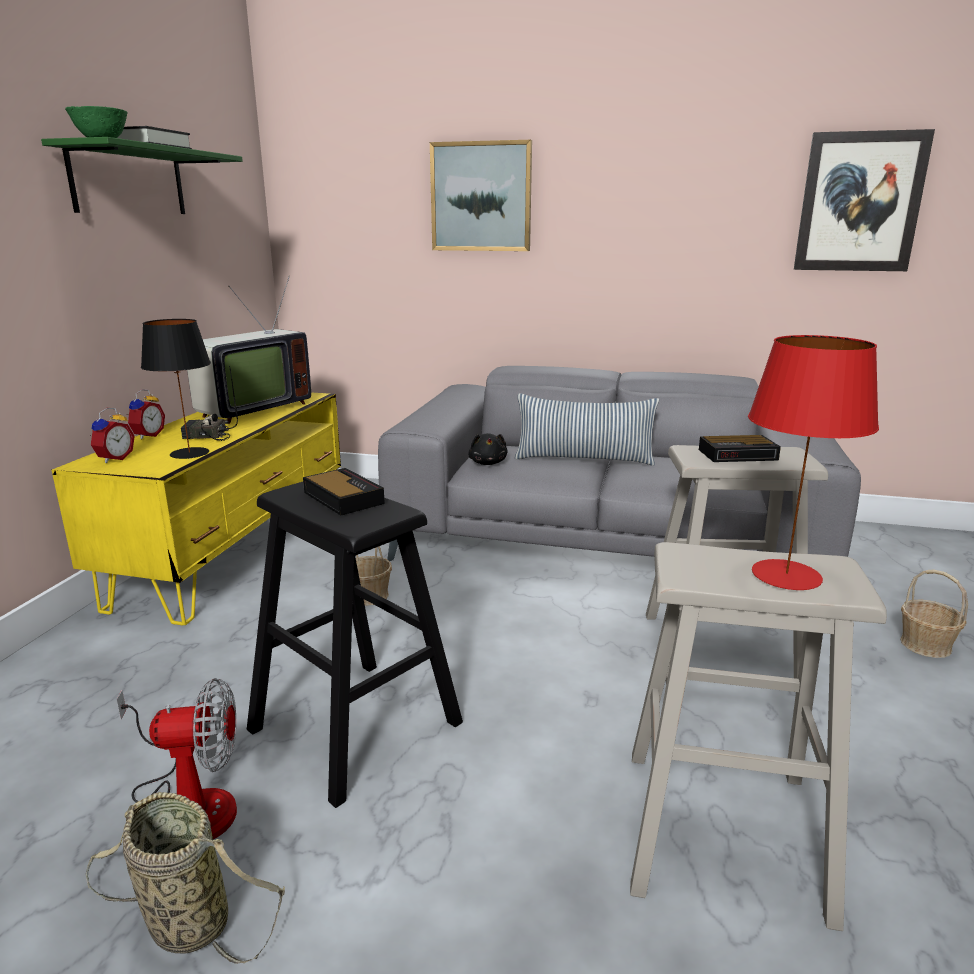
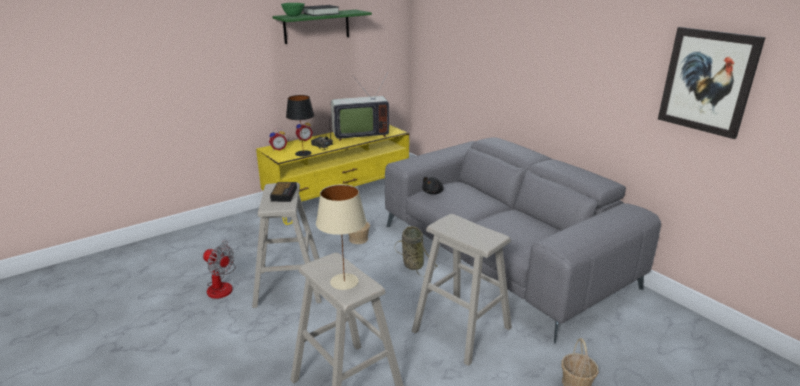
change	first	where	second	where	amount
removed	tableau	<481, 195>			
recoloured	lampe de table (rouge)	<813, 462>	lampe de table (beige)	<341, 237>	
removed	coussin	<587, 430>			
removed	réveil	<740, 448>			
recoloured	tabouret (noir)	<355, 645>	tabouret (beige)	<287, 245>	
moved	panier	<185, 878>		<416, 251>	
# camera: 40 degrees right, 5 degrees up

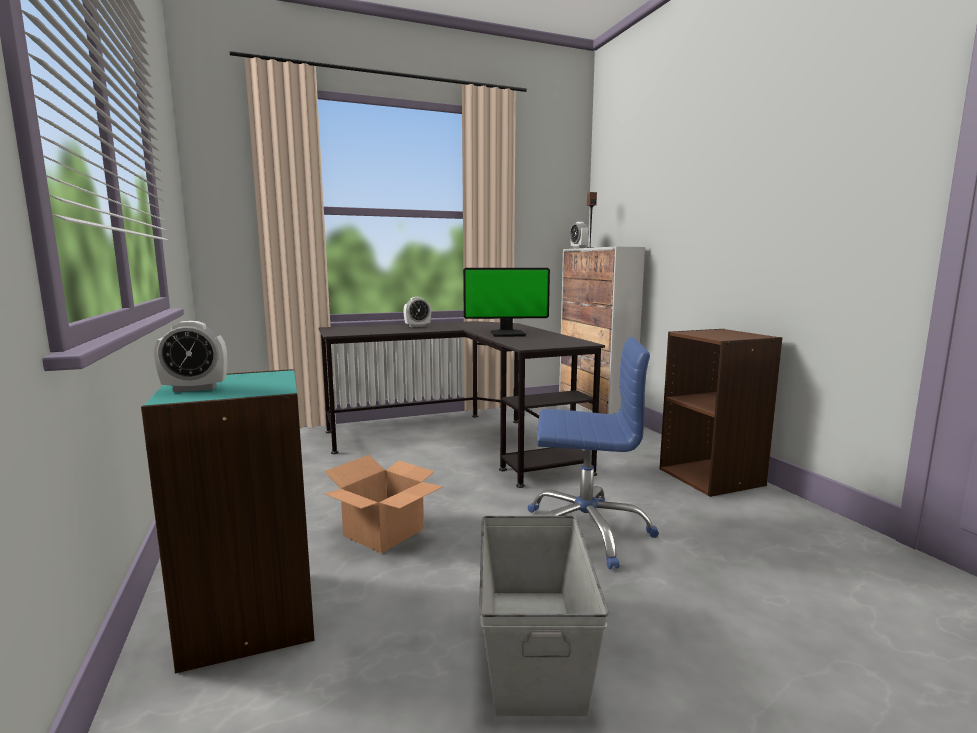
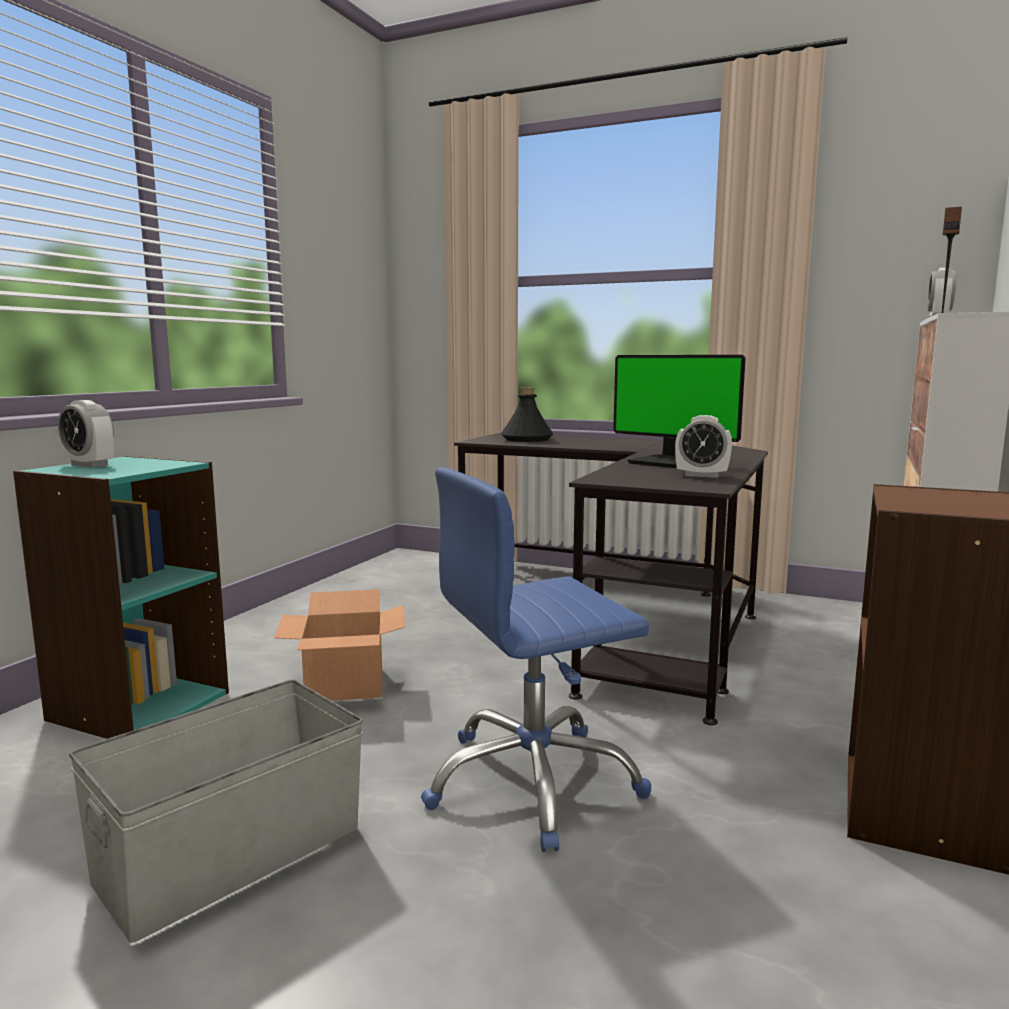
change	first	where	second	where	amount
moved	réveil	<417, 312>		<703, 446>	
turned	chaise de bureau (bleu)	<593, 453>		<536, 659>	105 degrees clockwise
added			bouteille (noir)	<527, 414>	
# camera: 45 degrees right, 0 degrees up

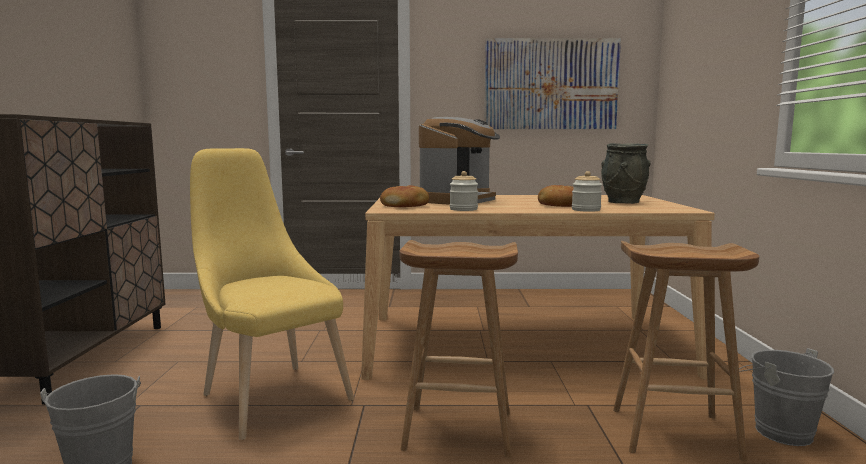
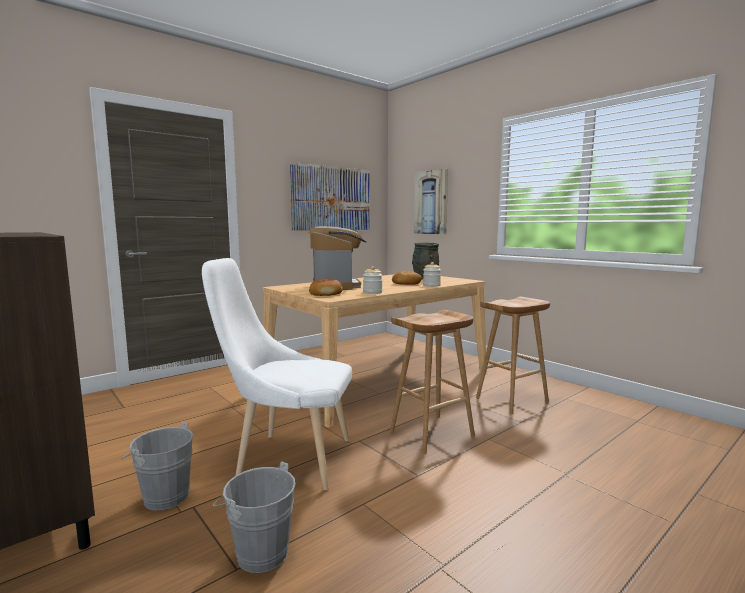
change	first	where	second	where	amount
recoloured	chaise (jaune)	<272, 294>	chaise (blanc)	<277, 374>	
moved	seau (gris)	<786, 397>		<157, 466>	
added			tableau	<431, 201>	
# camera: 40 degrees left, 0 degrees up

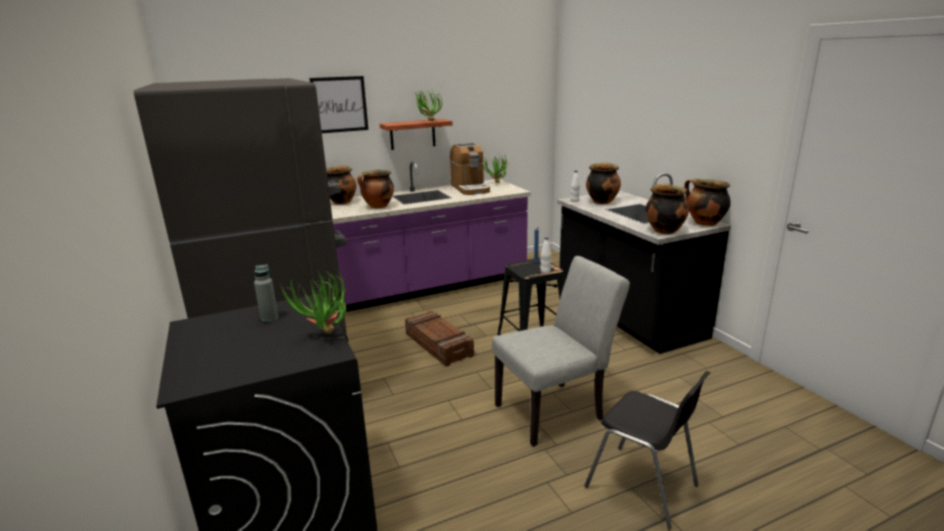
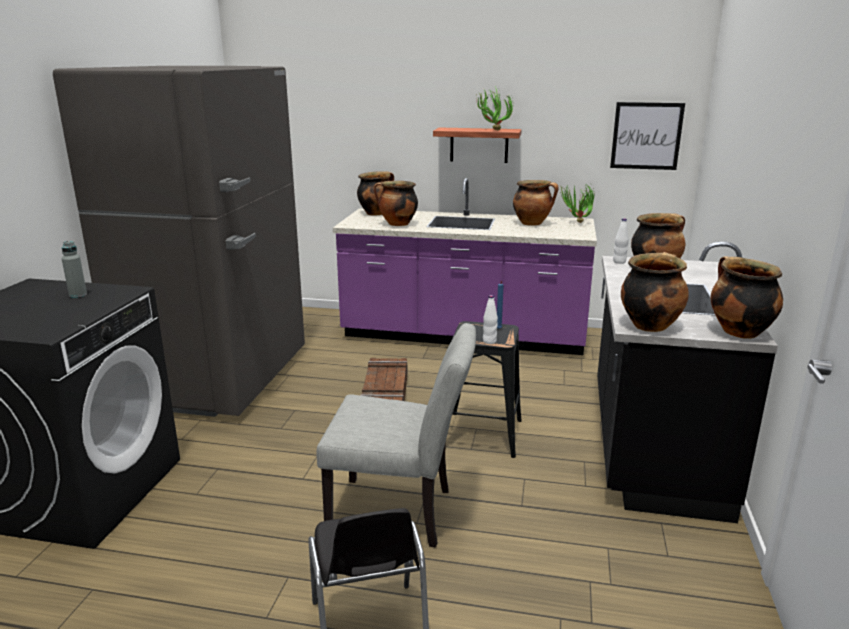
change	first	where	second	where	amount
moved	tableau	<338, 104>		<647, 136>	
replaced	machine à café	<470, 169>	marmite	<536, 203>	
removed	plante en pot	<313, 302>			
# camera: 35 degrees right, 0 degrees up

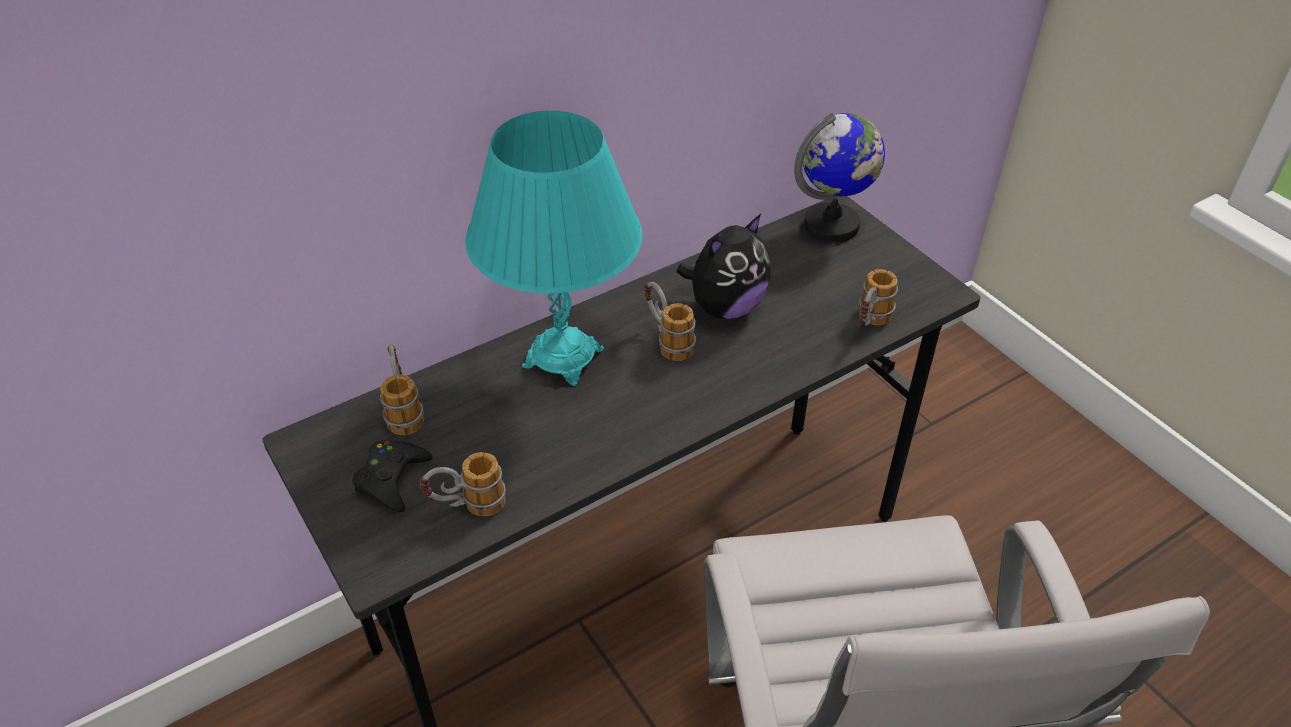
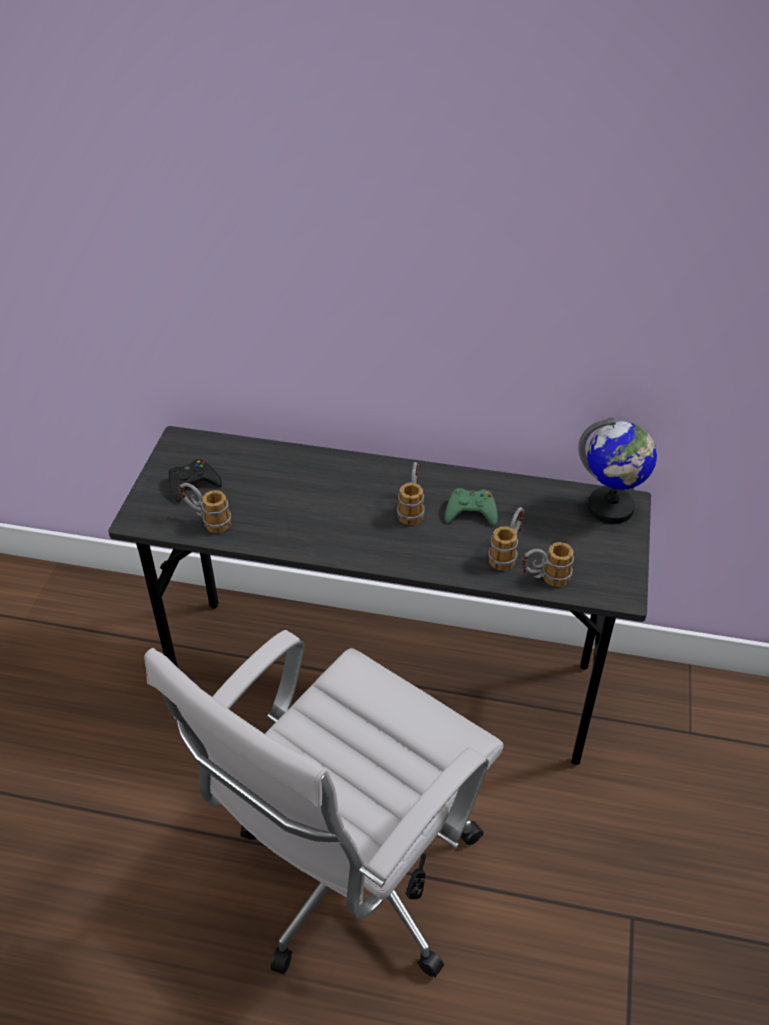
change	first	where	second	where	amount
removed	lampe de table (turquoise)	<553, 248>			
replaced	peluche	<724, 266>	manette (vert)	<471, 507>	
moved	mug	<402, 390>		<506, 538>	
# camera: 45 degrees right, 0 degrees up

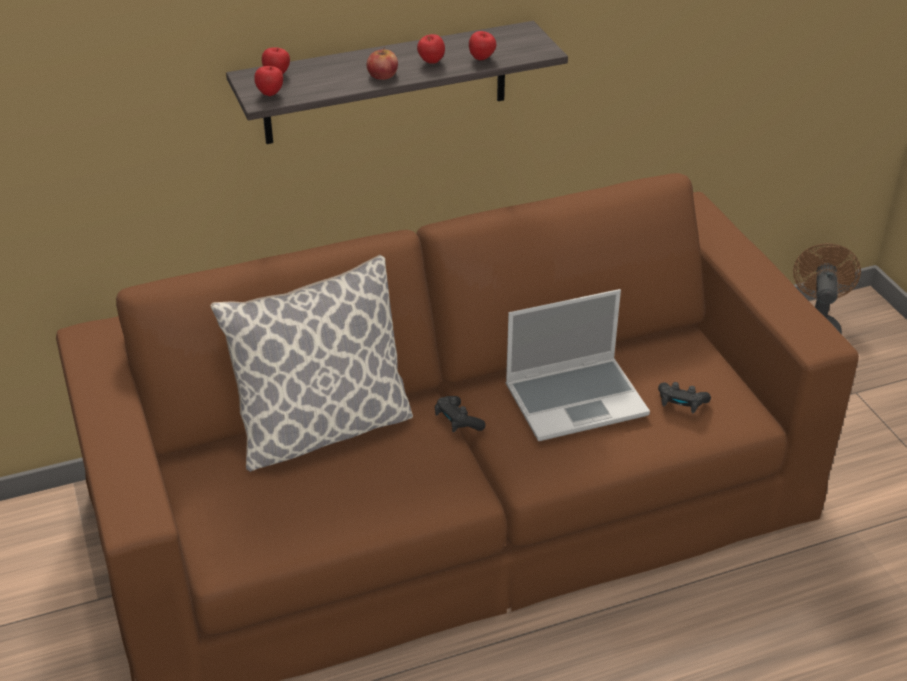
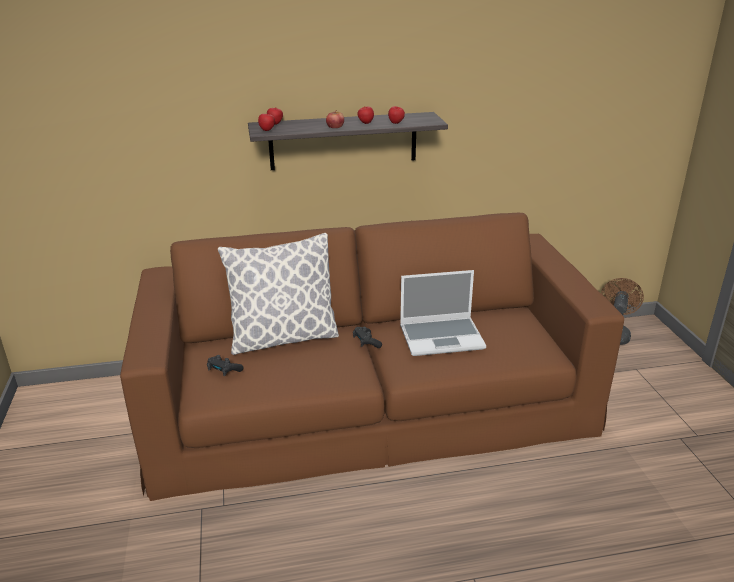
change	first	where	second	where	amount
moved	manette (noir)	<684, 397>		<225, 365>	
# camera: 10 degrees right, 10 degrees down

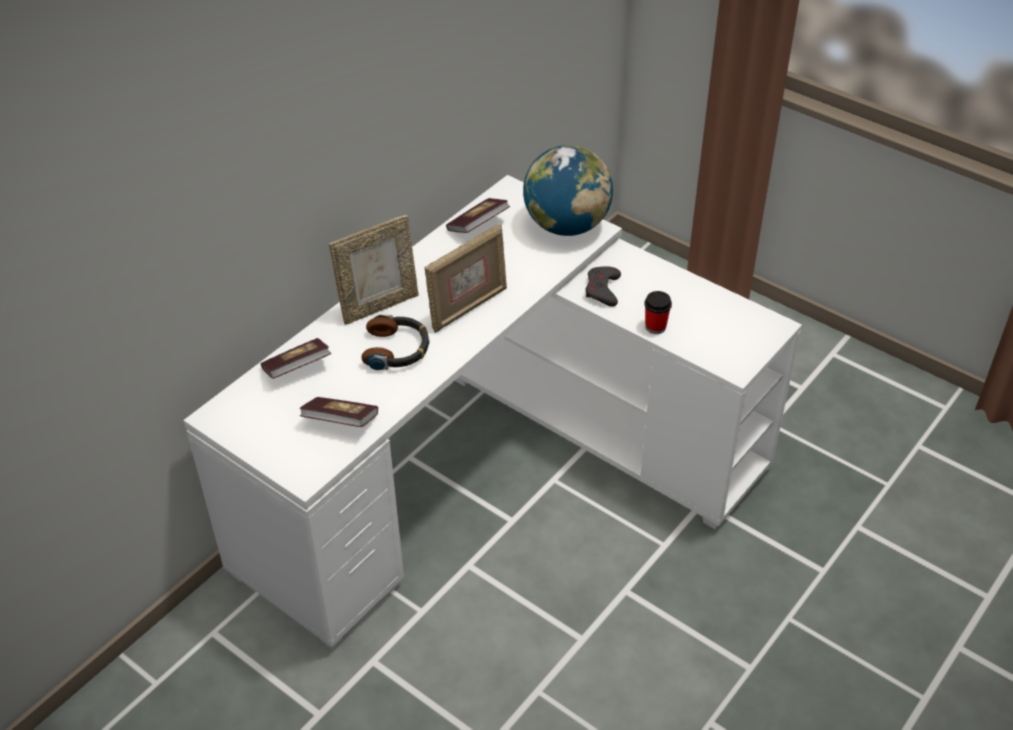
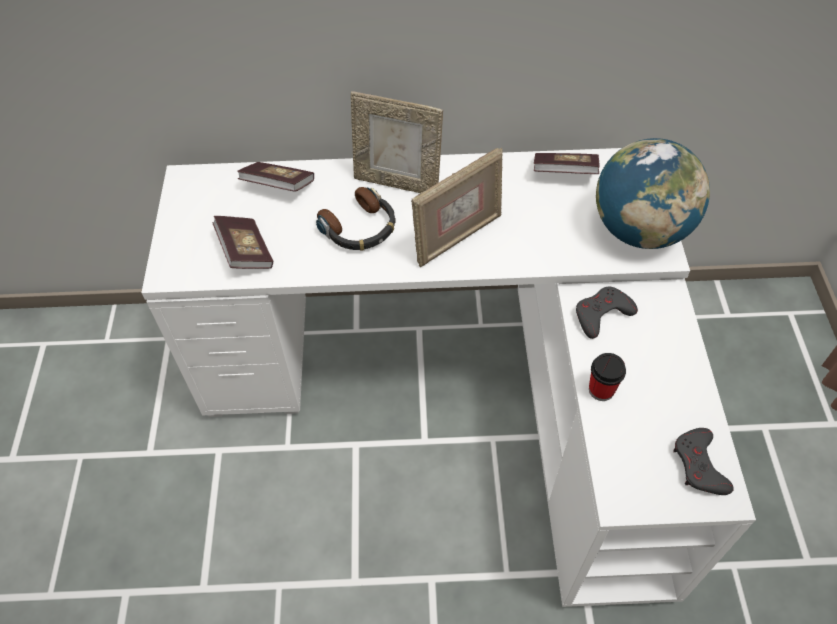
change	first	where	second	where	amount
turned	cadre photo	<466, 278>		<457, 207>	45 degrees counterclockwise
added			manette (gris)	<703, 461>	
# camera: 50 degrees right, 10 degrees up

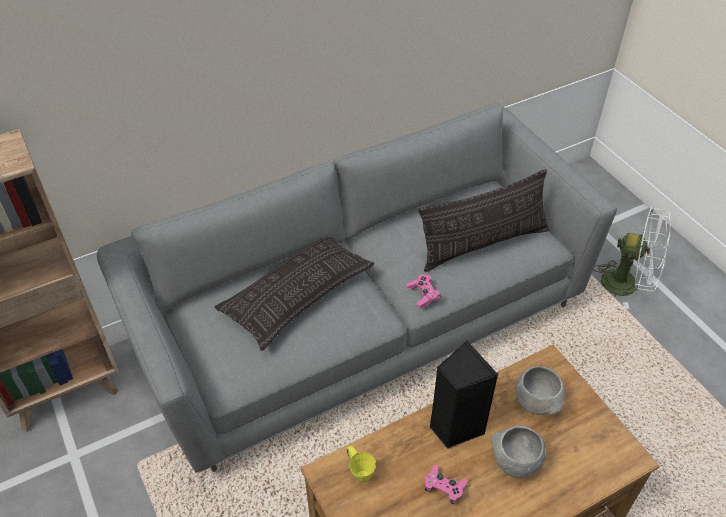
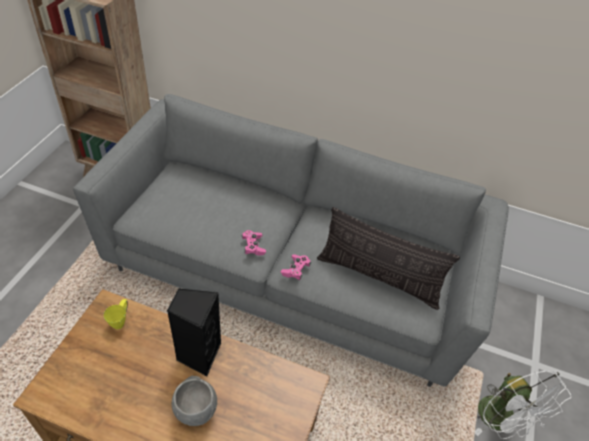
change	first	where	second	where	amount
removed	coussin	<294, 294>			
removed	bol (gris)	<540, 390>			
moved	manette (rose)	<446, 485>		<254, 243>	
# camera: 45 degrees right, 0 degrees up

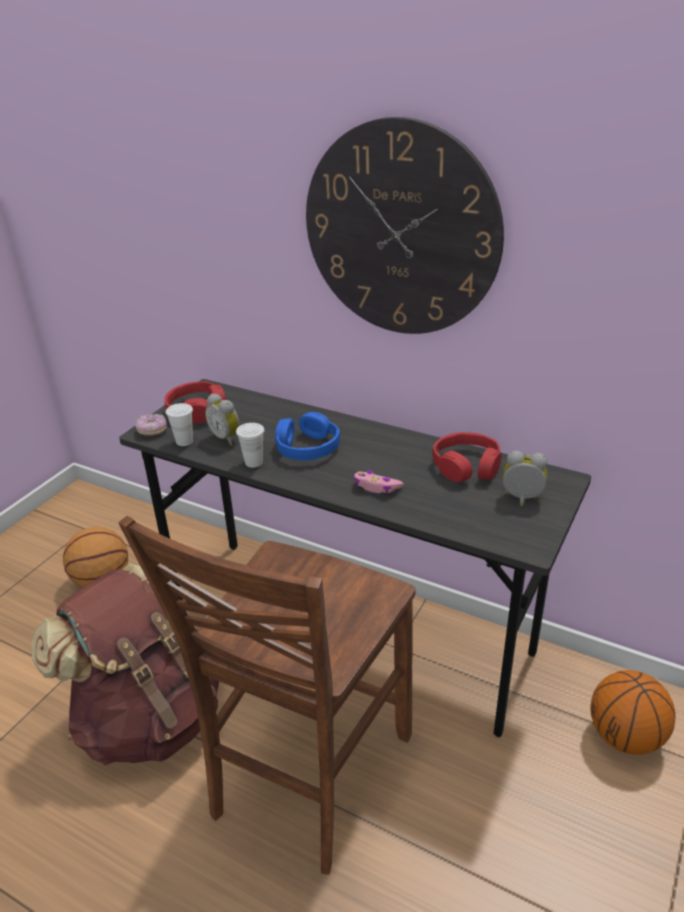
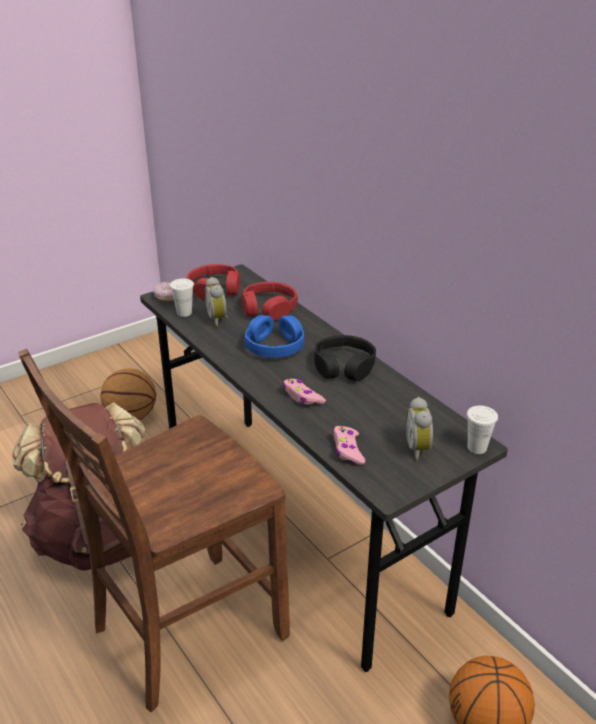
change	first	where	second	where	amount
removed	horloge murale	<405, 225>			
moved	tasse (blanc)	<250, 445>		<482, 430>	
moved	casque audio (rouge)	<467, 457>		<270, 301>	
turned	réveil	<525, 478>		<419, 428>	135 degrees counterclockwise
added			casque audio (noir)	<345, 358>	
added			manette (rose)	<349, 445>	
# camera: 25 degrees right, 0 degrees up

